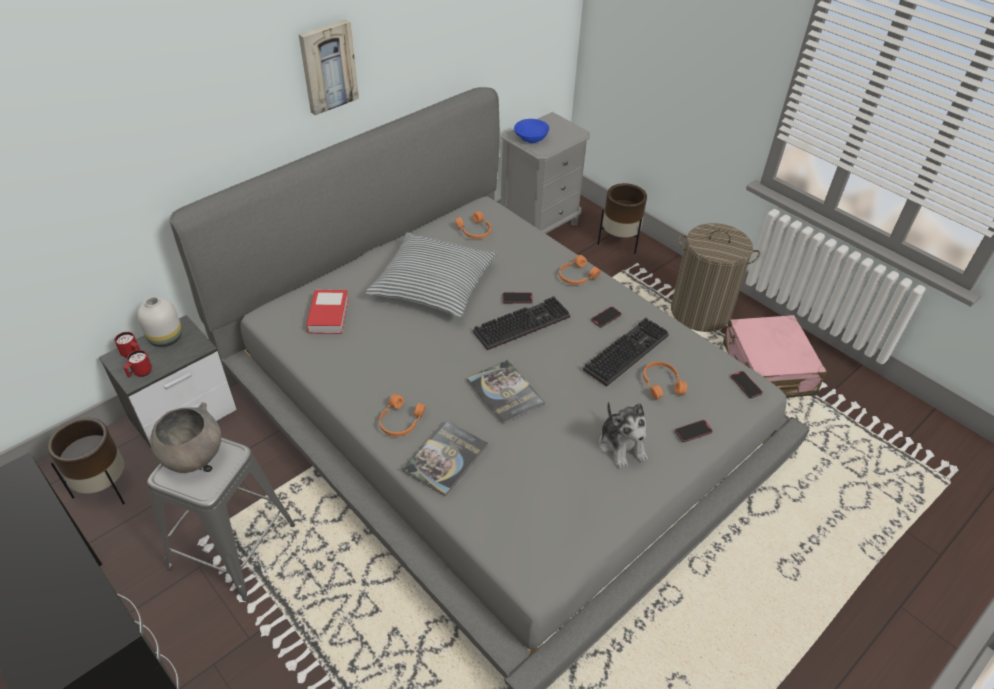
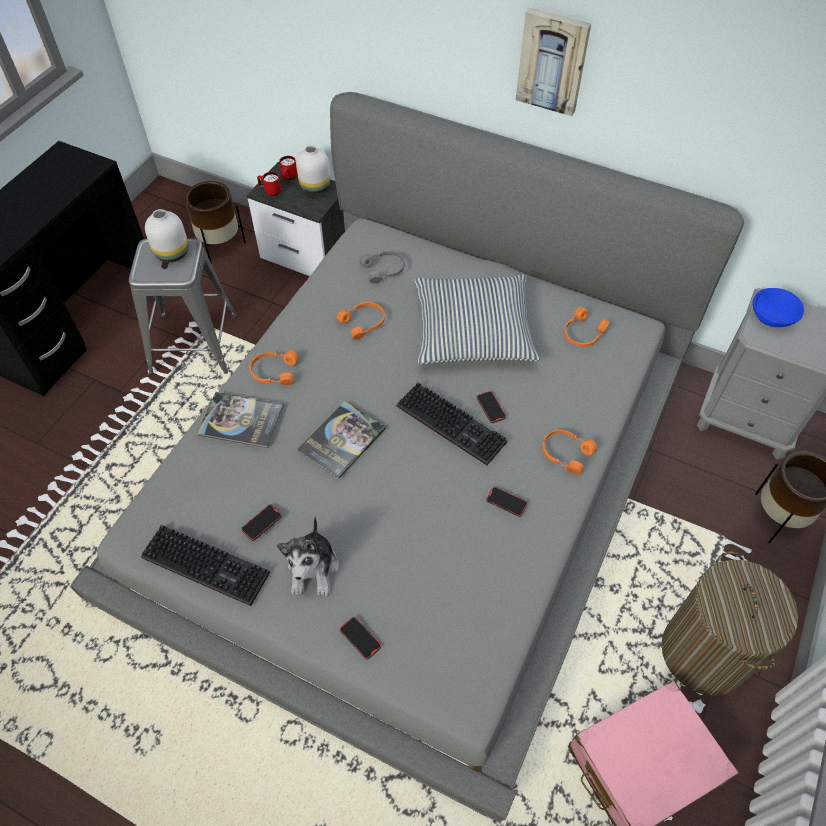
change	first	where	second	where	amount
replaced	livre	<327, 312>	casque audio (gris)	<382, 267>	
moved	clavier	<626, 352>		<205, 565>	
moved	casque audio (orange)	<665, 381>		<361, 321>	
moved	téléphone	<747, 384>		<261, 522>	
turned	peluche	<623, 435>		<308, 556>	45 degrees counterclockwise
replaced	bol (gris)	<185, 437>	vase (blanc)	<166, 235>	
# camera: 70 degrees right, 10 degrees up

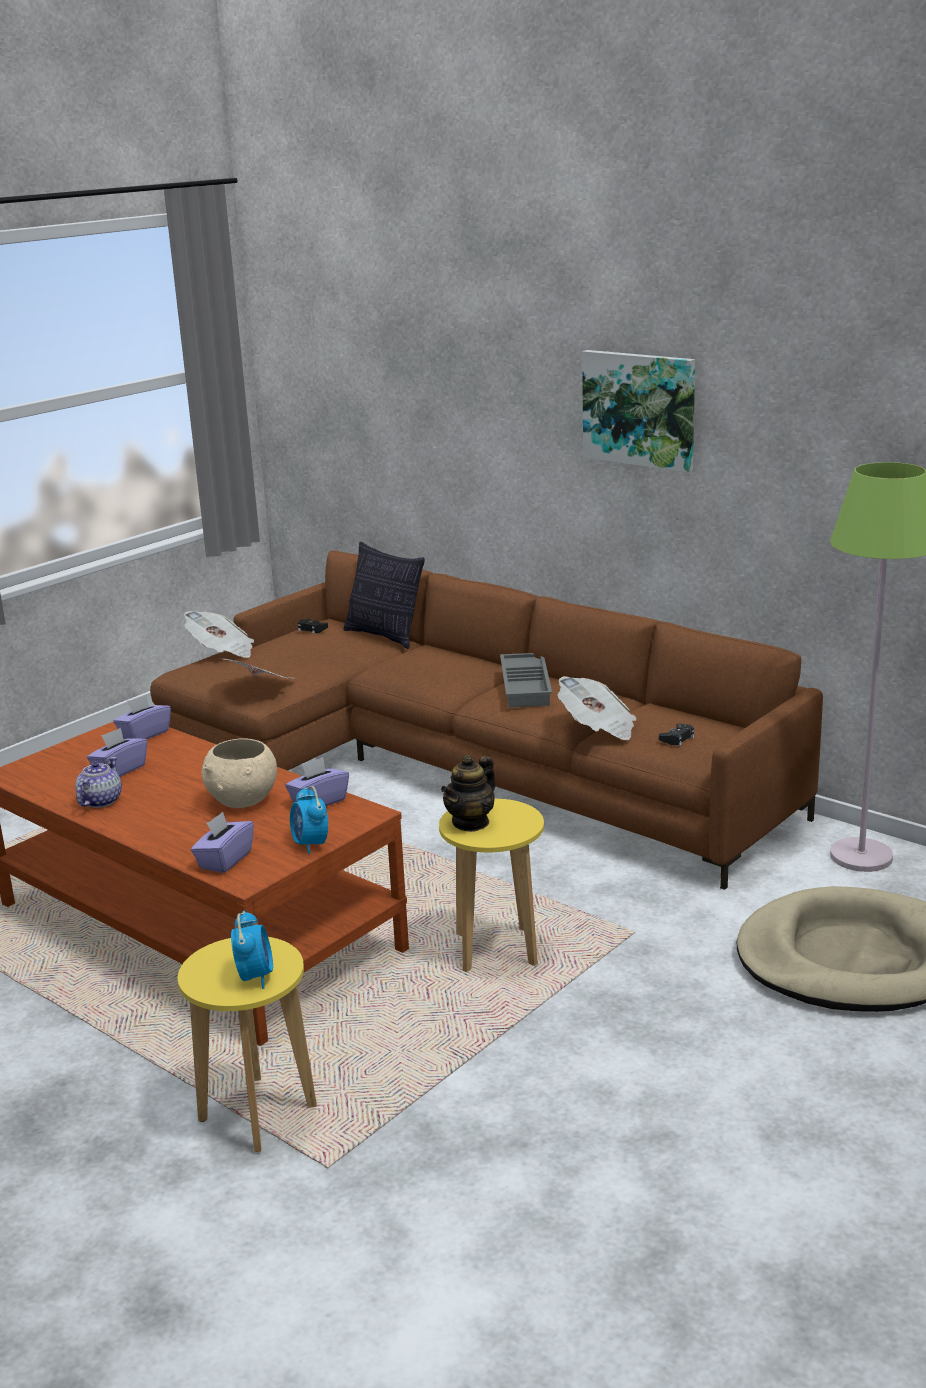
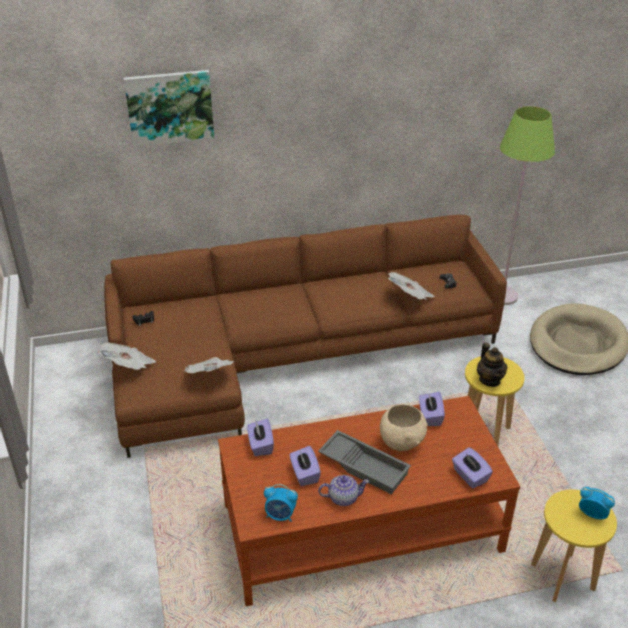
change	first	where	second	where	amount
moved	tableau	<638, 411>		<169, 108>	
removed	coussin	<384, 595>			
moved	plateau (gris)	<526, 680>		<364, 462>	
turned	théière	<98, 782>		<343, 490>	120 degrees clockwise
moved	réveil	<309, 820>		<281, 503>	
# camera: 55 degrees left, 15 degrees up

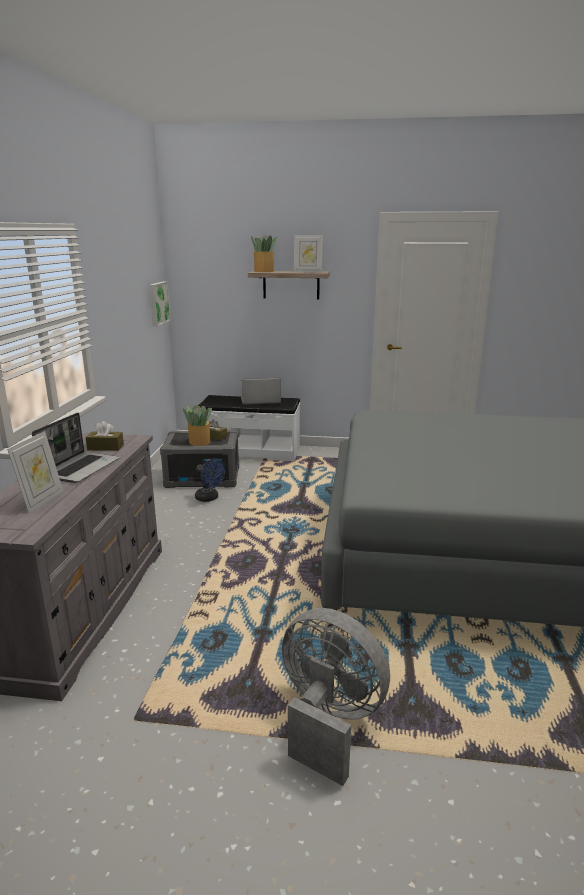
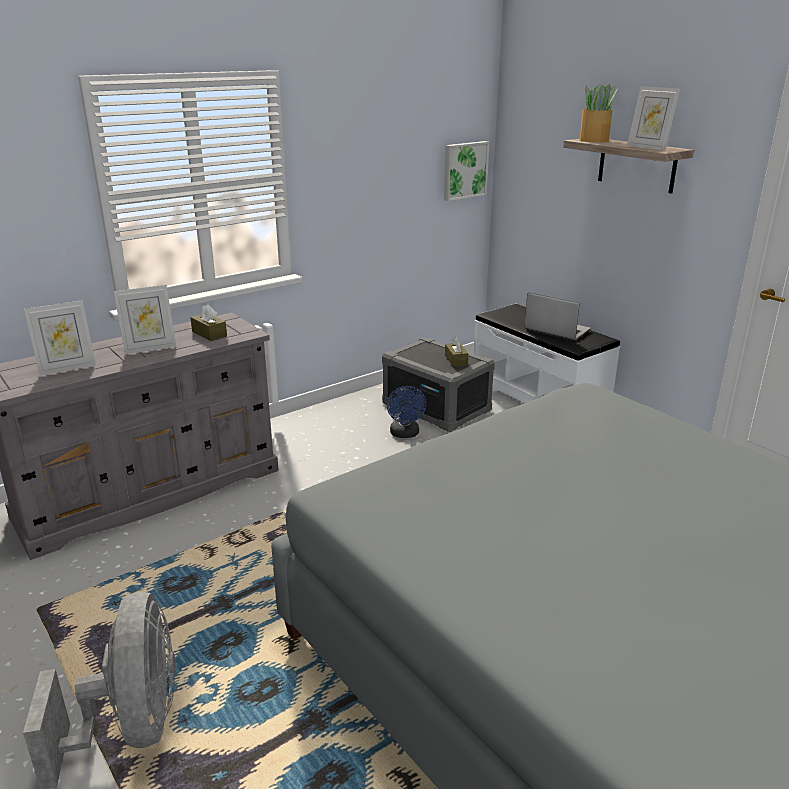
change	first	where	second	where	amount
removed	plante en pot	<197, 425>			
replaced	ordinateur portable	<76, 448>	cadre photo	<145, 319>	
# camera: 45 degrees right, 5 degrees up

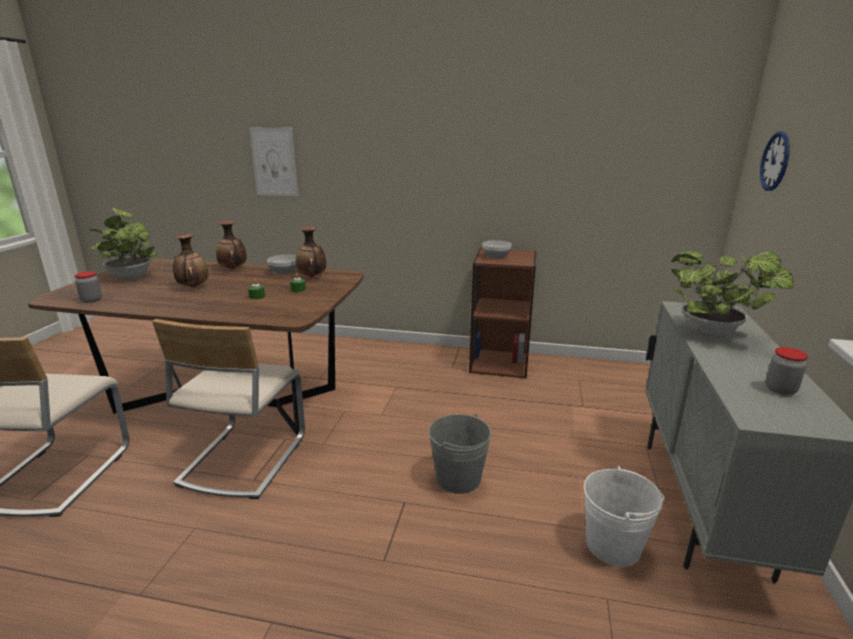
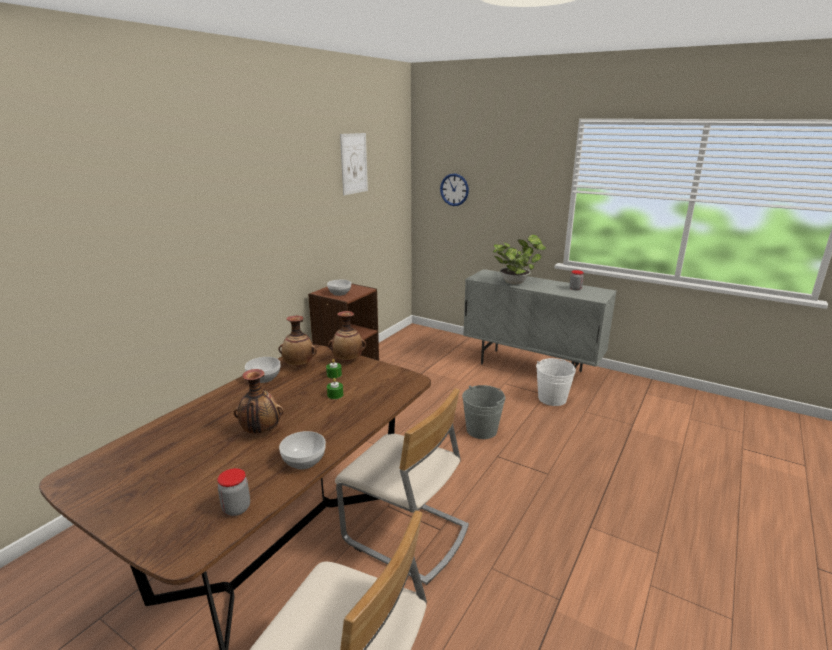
change	first	where	second	where	amount
moved	tableau	<273, 162>		<354, 164>	
removed	plante en pot	<123, 244>			
moved	vase	<231, 245>		<347, 336>	
added			bol	<302, 450>	
# camera: 70 degrees left, 0 degrees up

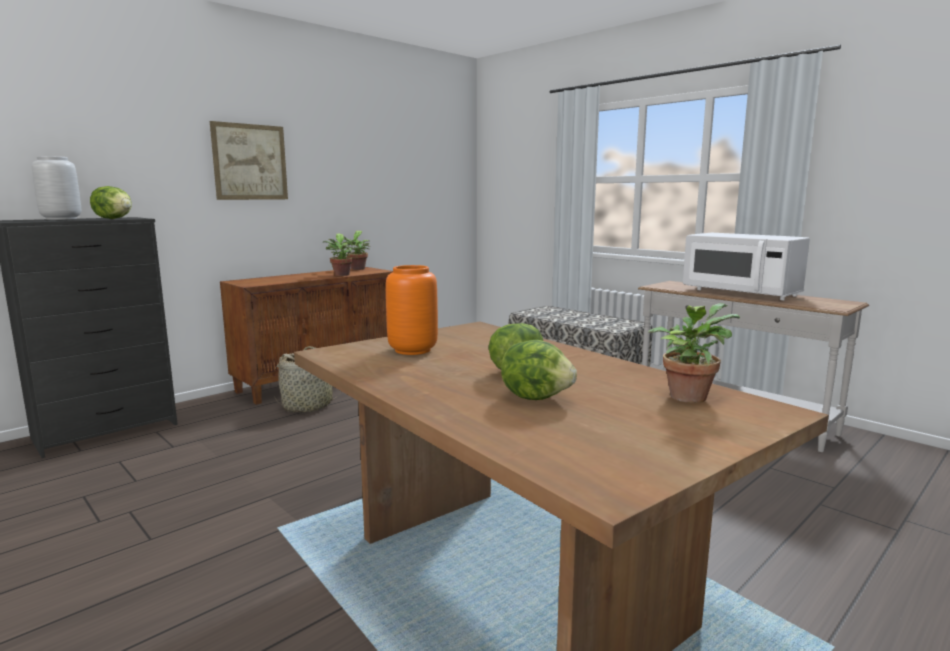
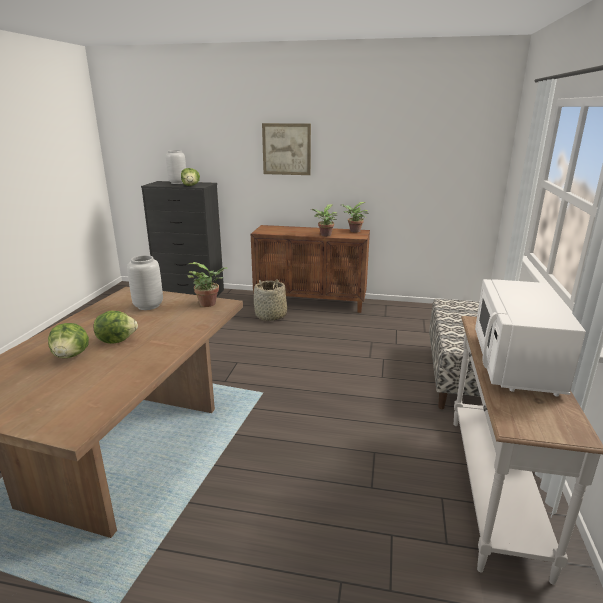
change	first	where	second	where	amount
recoloured	vase (orange)	<412, 310>	vase (gris)	<145, 282>	
moved	plante en pot	<694, 353>		<207, 284>	
# camera: 55 degrees right, 10 degrees up

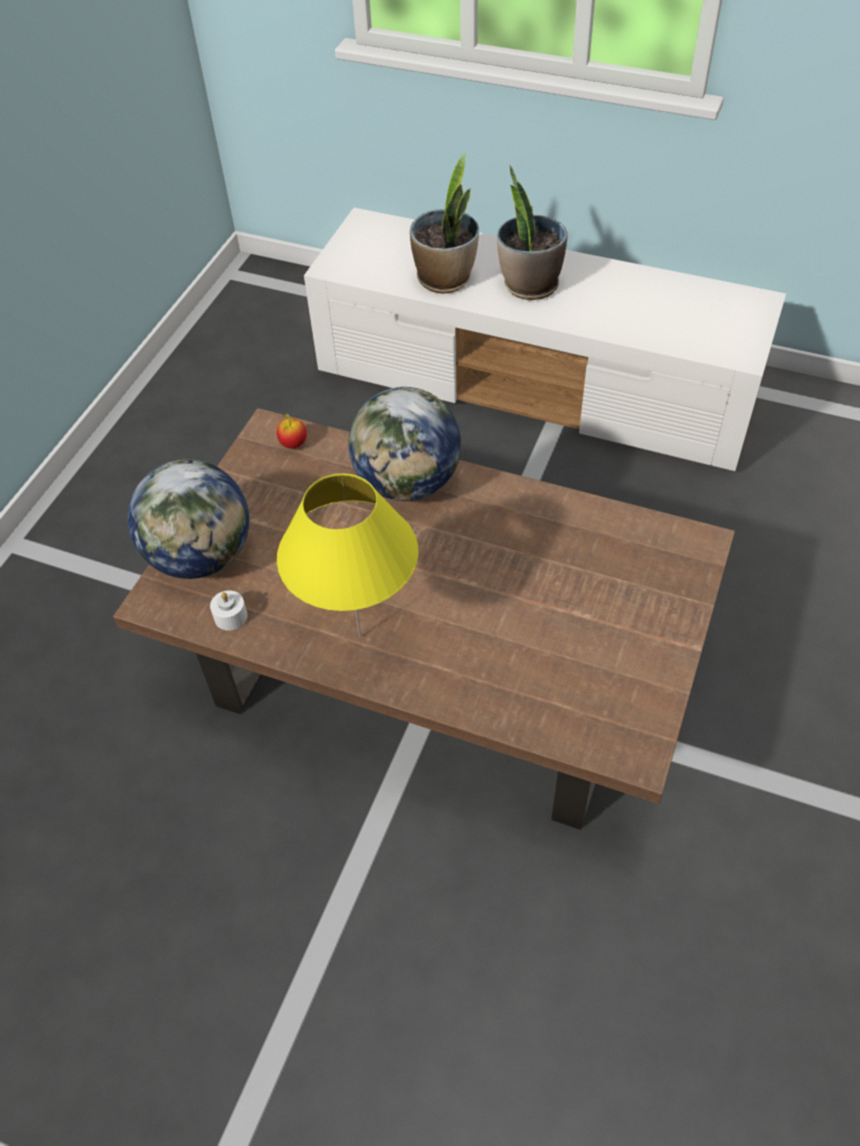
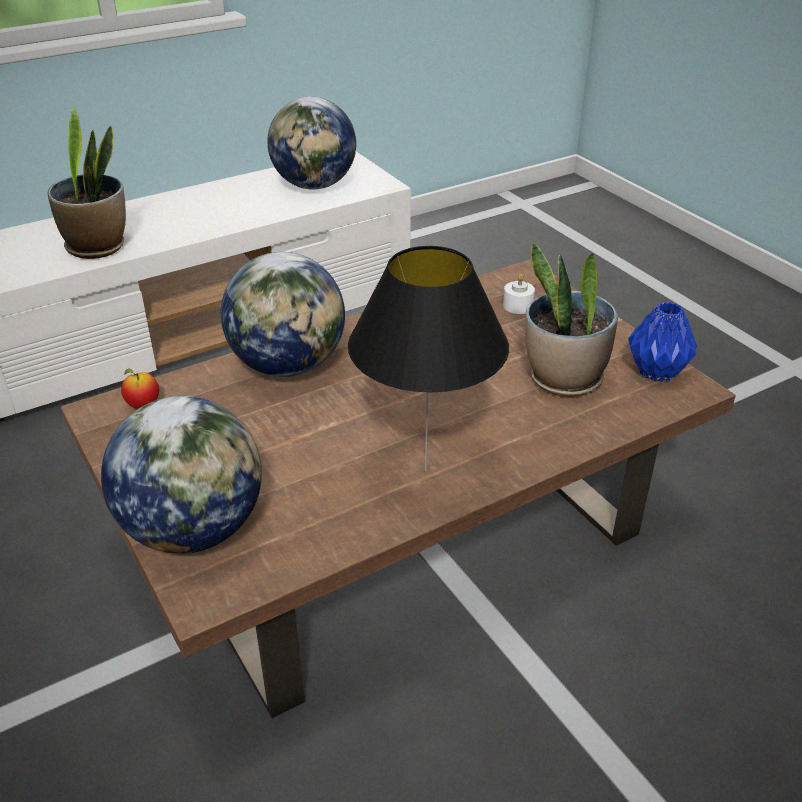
change	first	where	second	where	amount
moved	plante en pot	<532, 232>		<571, 320>	
recoloured	lampe de table (jaune)	<348, 556>	lampe de table (noir)	<428, 359>	
moved	bougie (blanc)	<229, 610>		<519, 294>	
added			globe	<311, 143>	
added			vase (bleu)	<662, 342>	
# camera: 55 degrees left, 15 degrees down

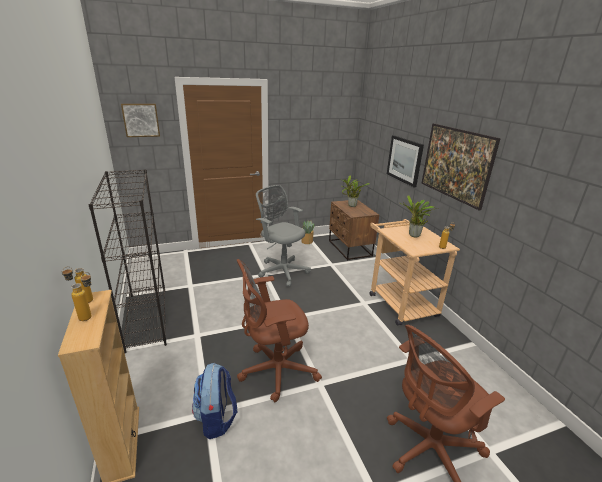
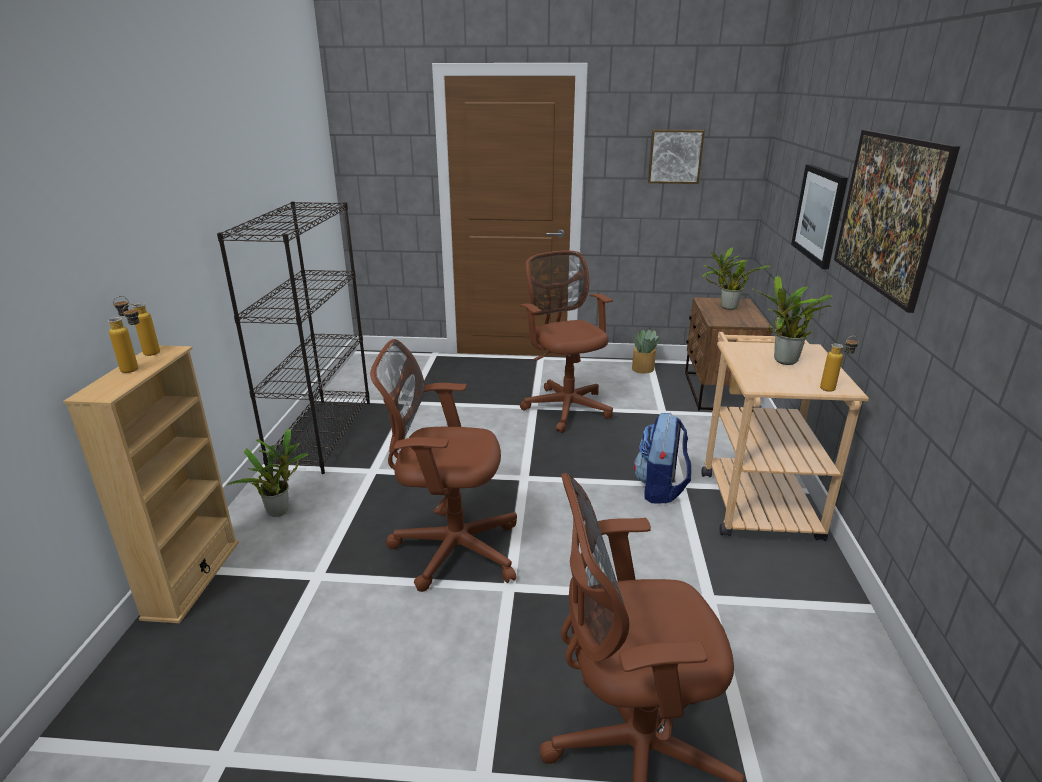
change	first	where	second	where	amount
moved	tableau	<140, 120>		<676, 157>	
recoloured	chaise de bureau (gris)	<283, 236>	chaise de bureau (marron)	<566, 342>	
moved	sac à dos	<214, 401>		<662, 458>	
added			plante en pot	<268, 473>	
# camera: 25 degrees right, 0 degrees up

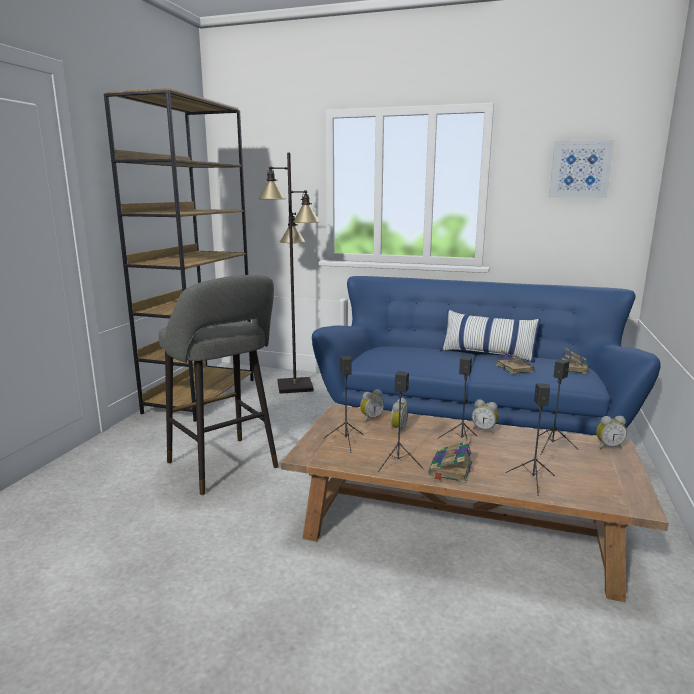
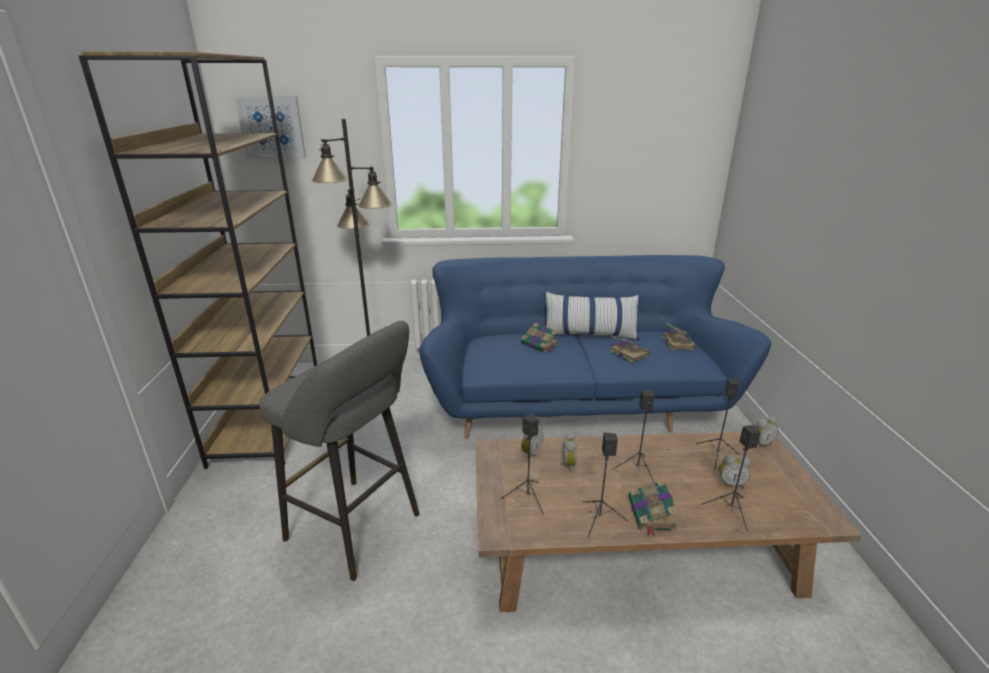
change	first	where	second	where	amount
moved	tableau	<581, 169>		<270, 127>	
moved	réveil	<485, 416>		<735, 471>	
added			livre	<540, 338>	
# camera: 20 degrees left, 10 degrees up

